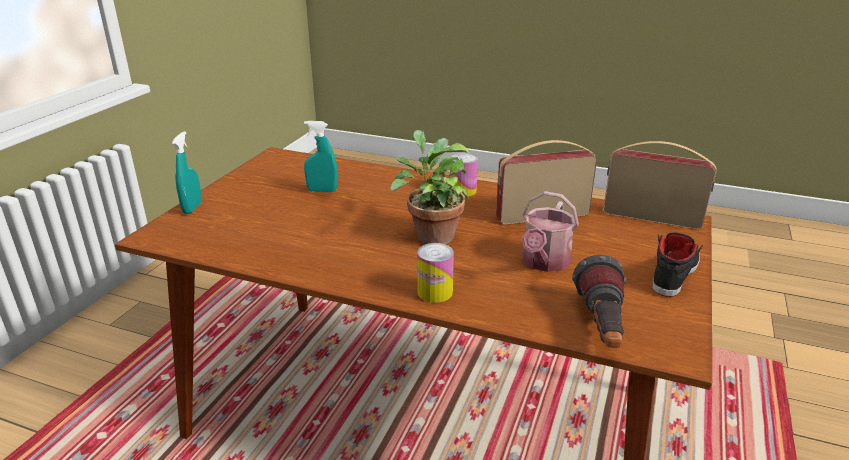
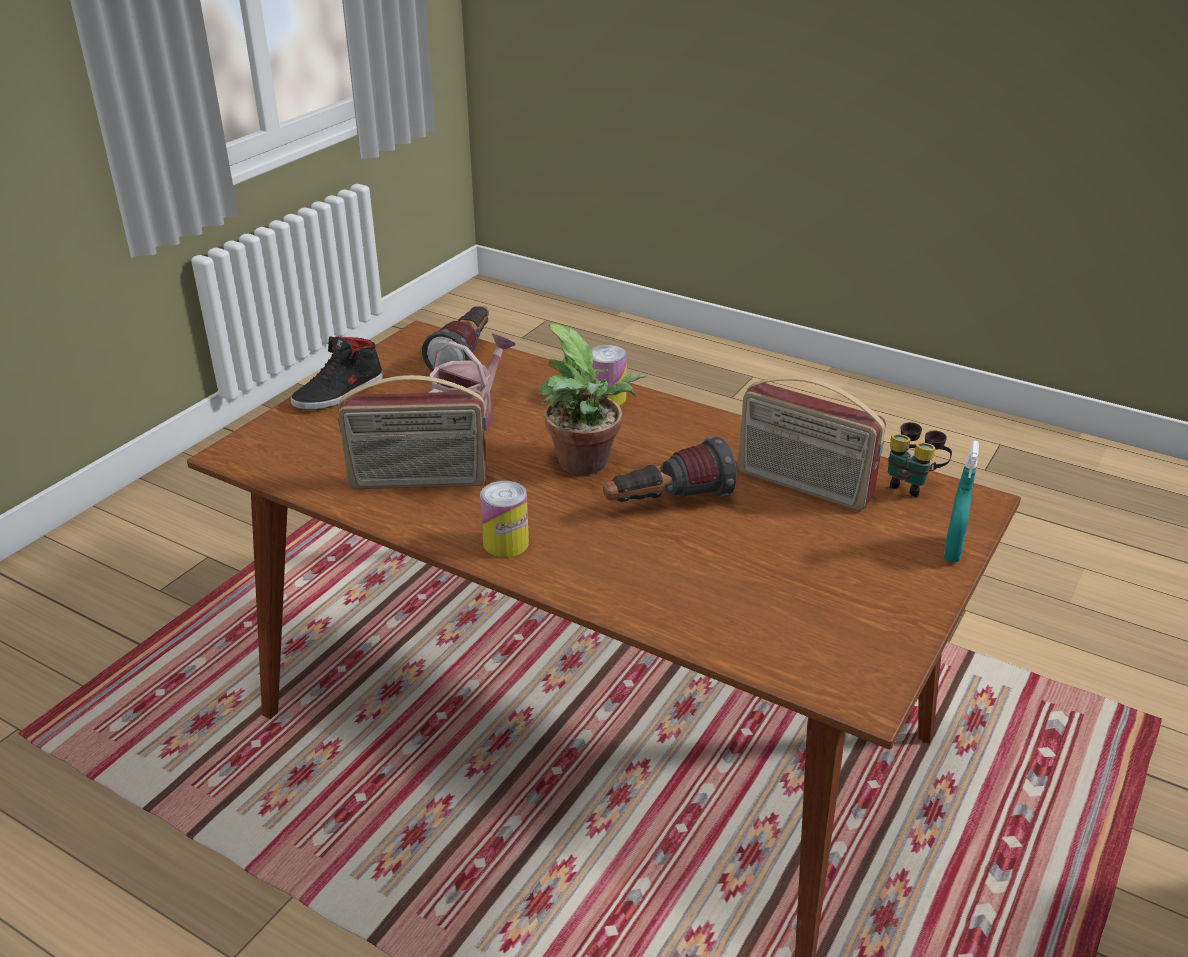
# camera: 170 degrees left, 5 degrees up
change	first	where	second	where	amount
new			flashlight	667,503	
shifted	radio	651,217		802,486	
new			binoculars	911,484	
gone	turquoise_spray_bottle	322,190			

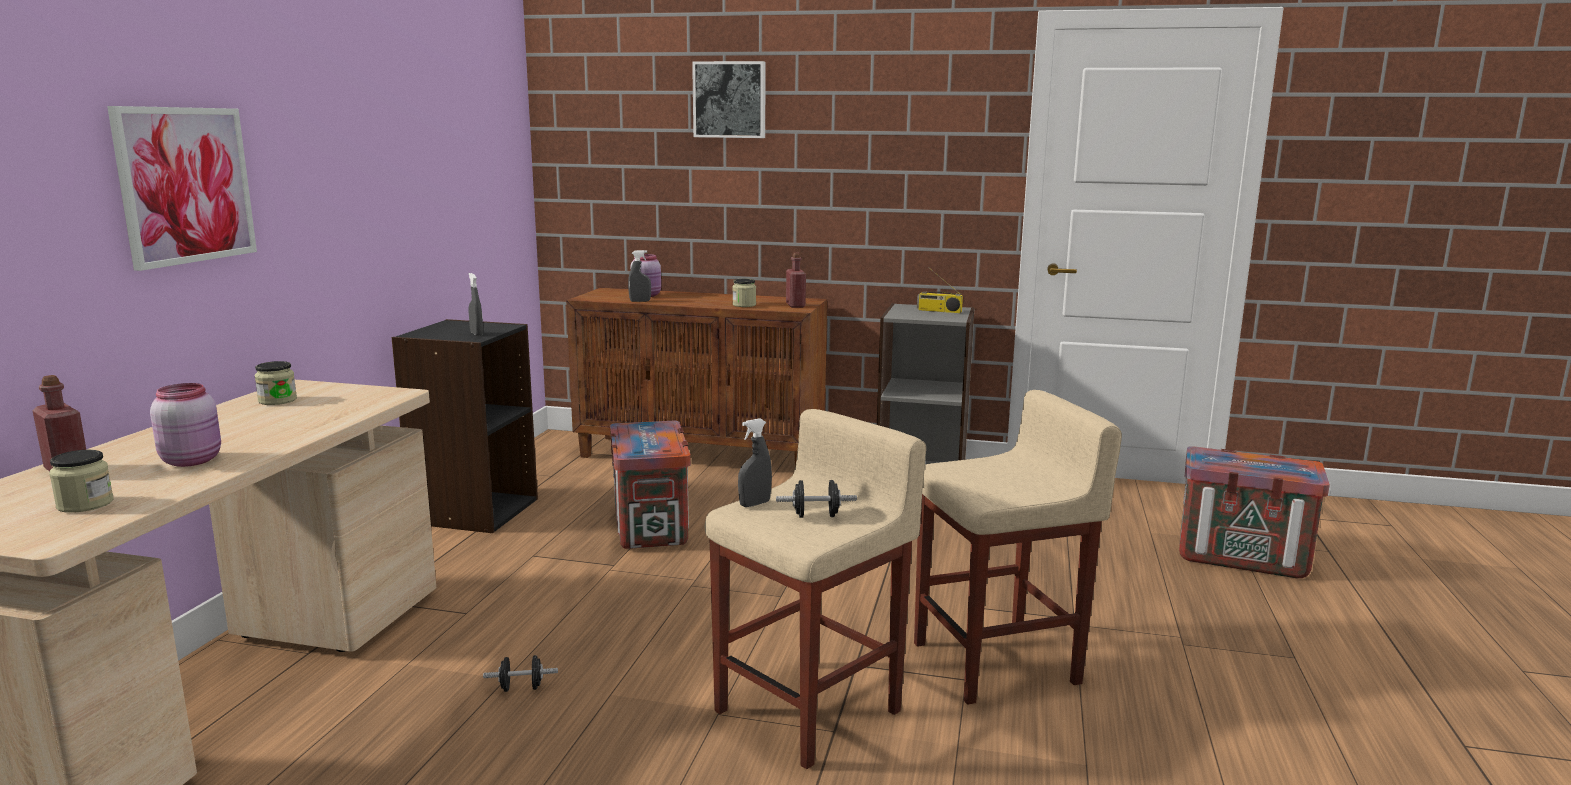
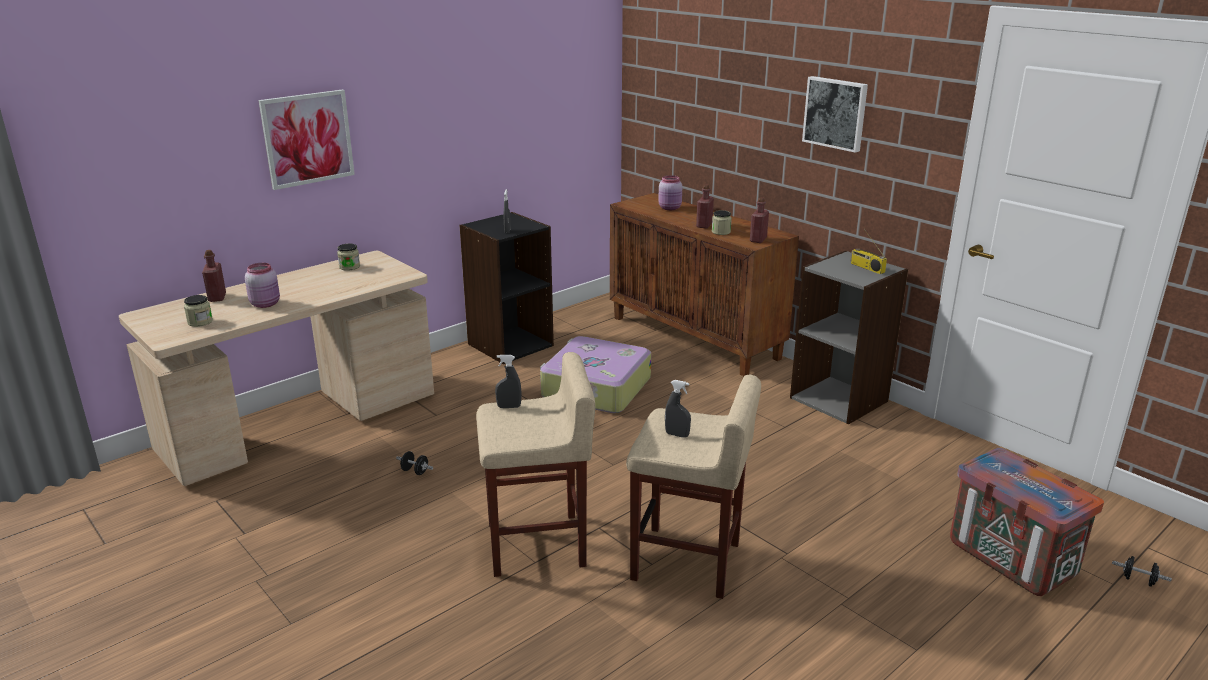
# camera: 35 degrees right, 10 degrees up
change	first	where	second	where	amount
swapped	crate	651,528	suitcase	595,388	
shifted	grey_spray_bottle	640,301		677,435	
new			red_bottle	704,225	
shifted	picture	730,100		836,113	
shifted	black_dumbbell	816,516		1138,580	

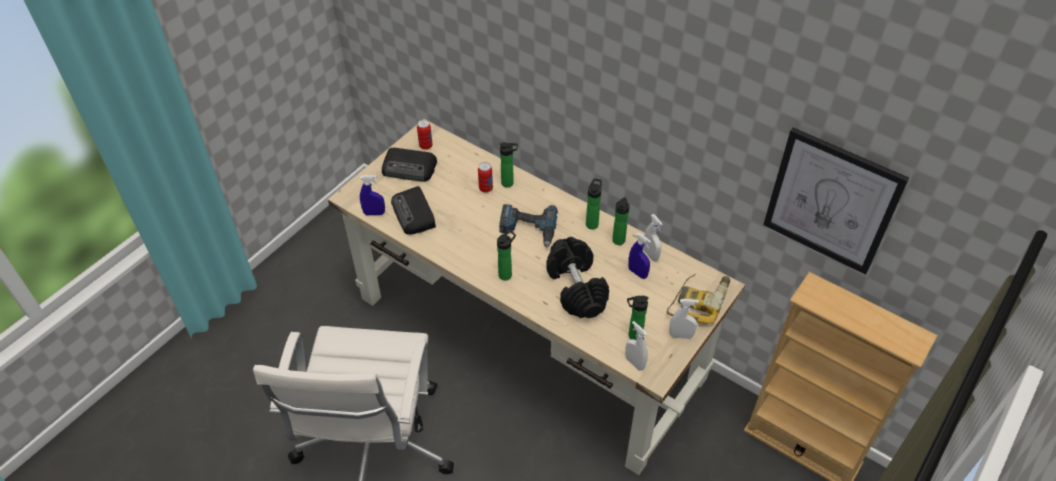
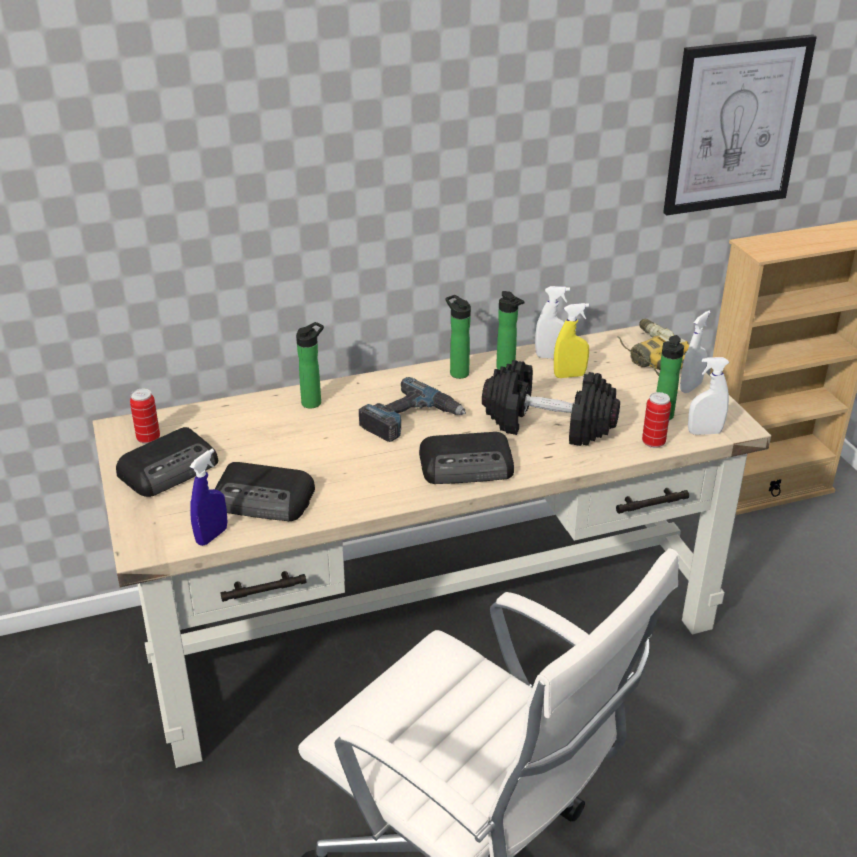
# camera: 55 degrees left, 15 degrees down
change	first	where	second	where	amount
swapped	bottle	507,274	radio	468,466	
repainted	blue_spray_bottle	637,273	yellow_spray_bottle	569,375	
shifted	can	486,188		653,442	

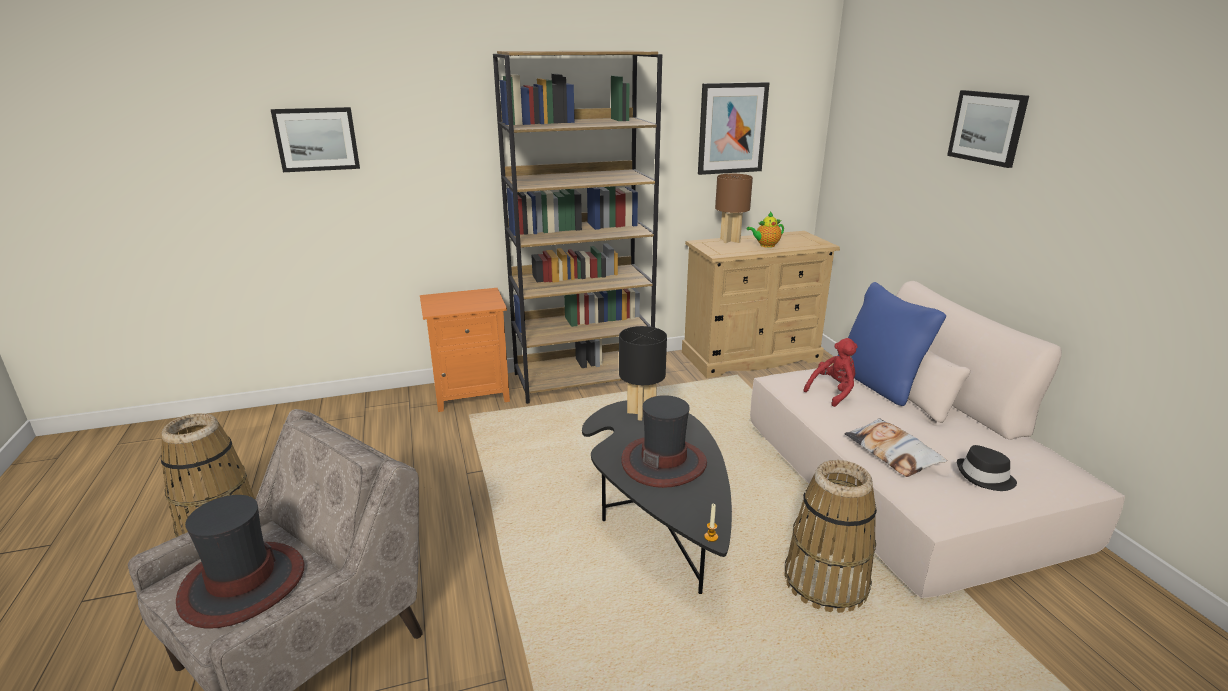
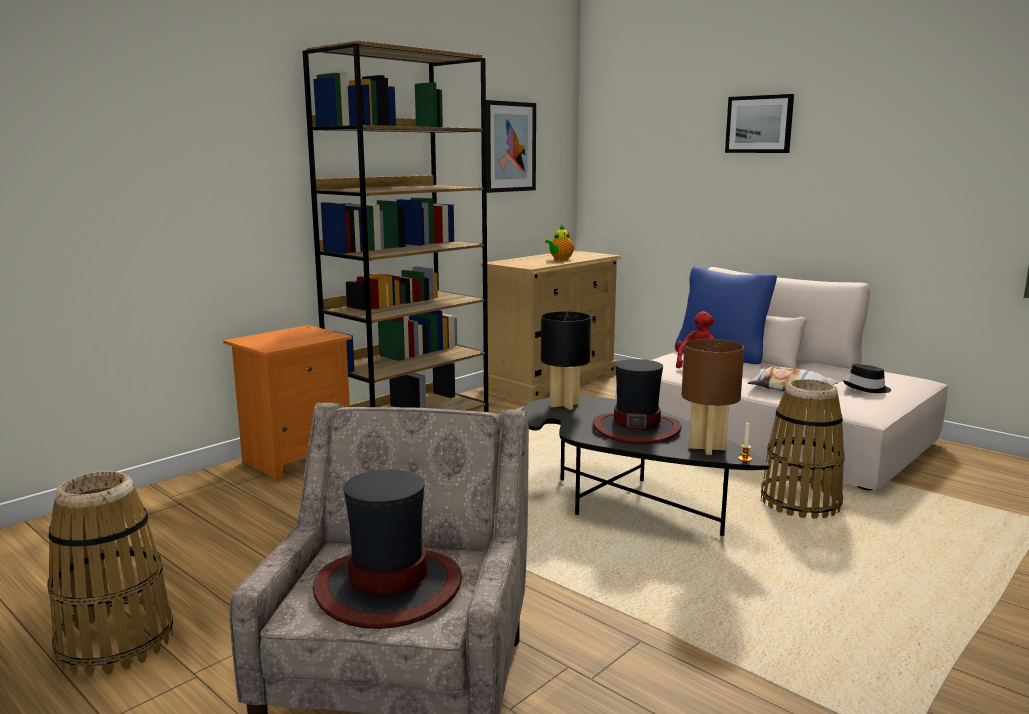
# camera: 30 degrees left, 10 degrees down
change	first	where	second	where	amount
shifted	brown_table_lamp	730,240		708,448	
gone	picture	317,139			

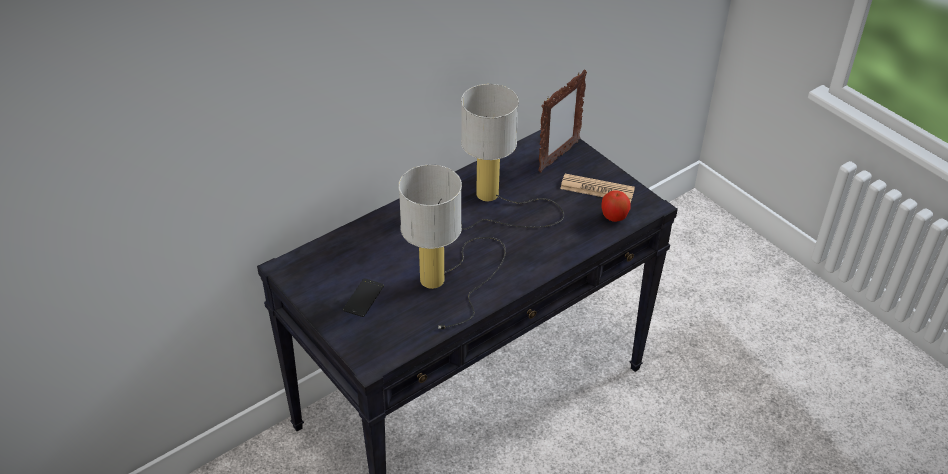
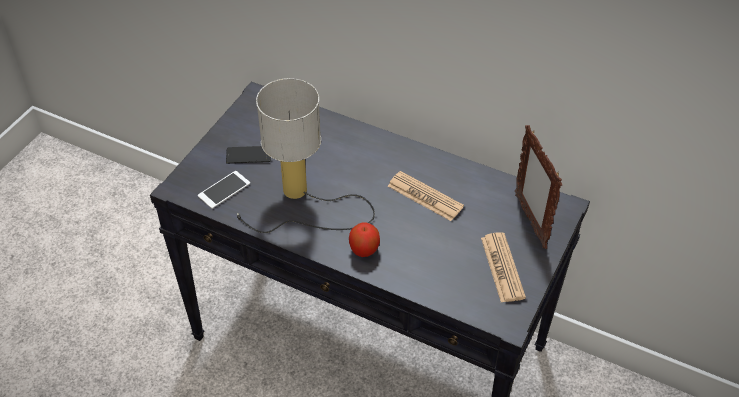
# camera: 65 degrees right, 5 degrees up
change	first	where	second	where	amount
new			phone	224,190	
shifted	apple	614,217		364,250	
swapped	table_lamp	495,203	newspaper	425,196	
rotated	picture_frame	558,157		530,220	60 degrees clockwise

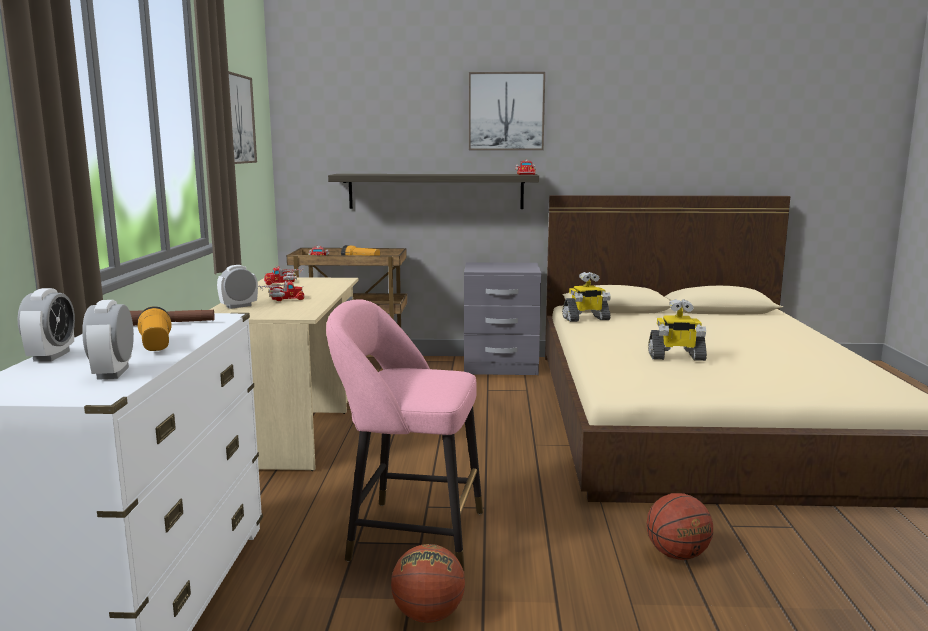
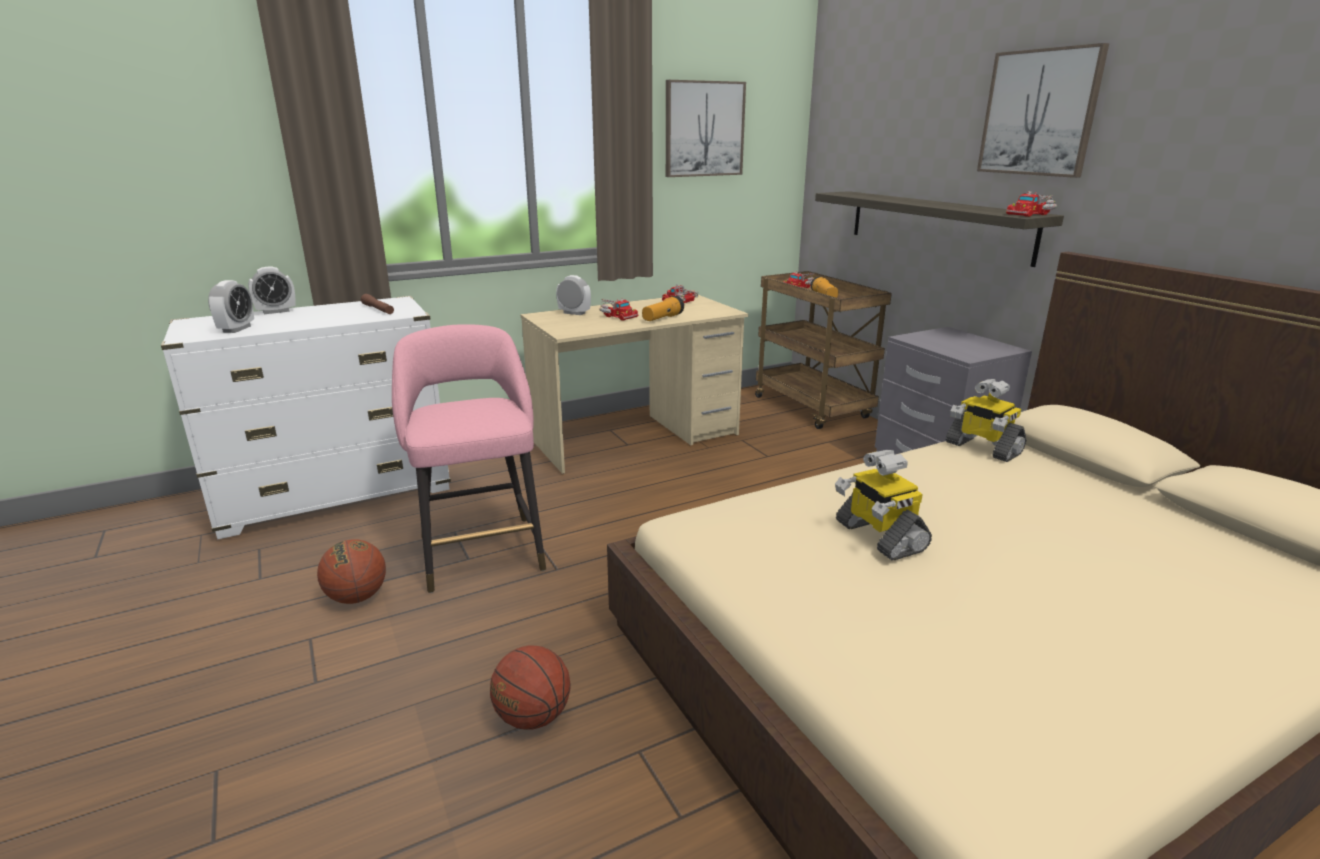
# camera: 60 degrees right, 10 degrees up
change	first	where	second	where	amount
rotated	alarm_clock	113,373		237,329	135 degrees clockwise
shifted	flashlight	156,345		662,318	

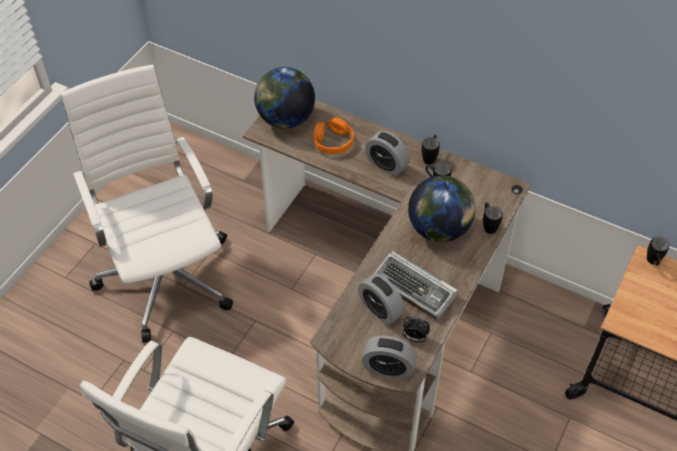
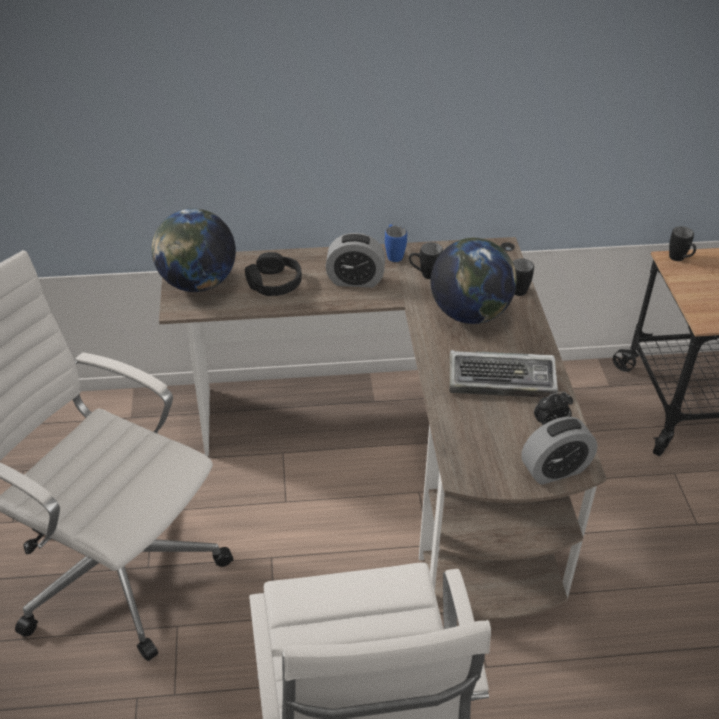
# camera: 35 degrees left, 10 degrees down
change	first	where	second	where	amount
repainted	orange_headphones	333,142	black_headphones	274,283	
repainted	black_mug	430,157	blue_mug	393,254	
gone	alarm_clock	380,310			

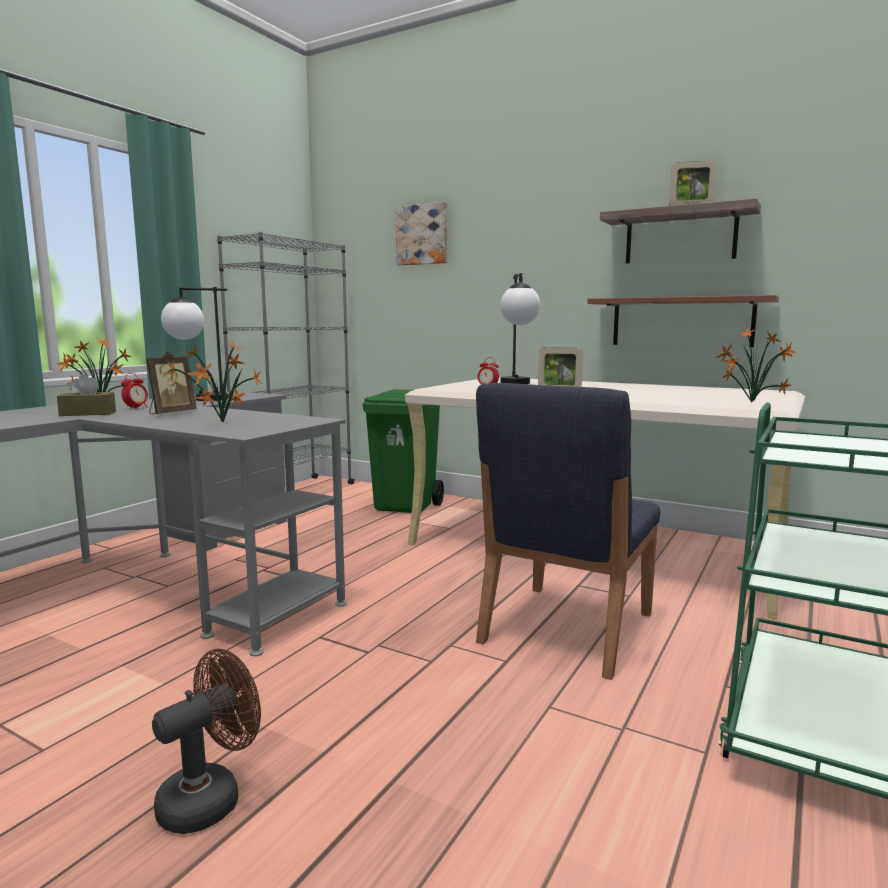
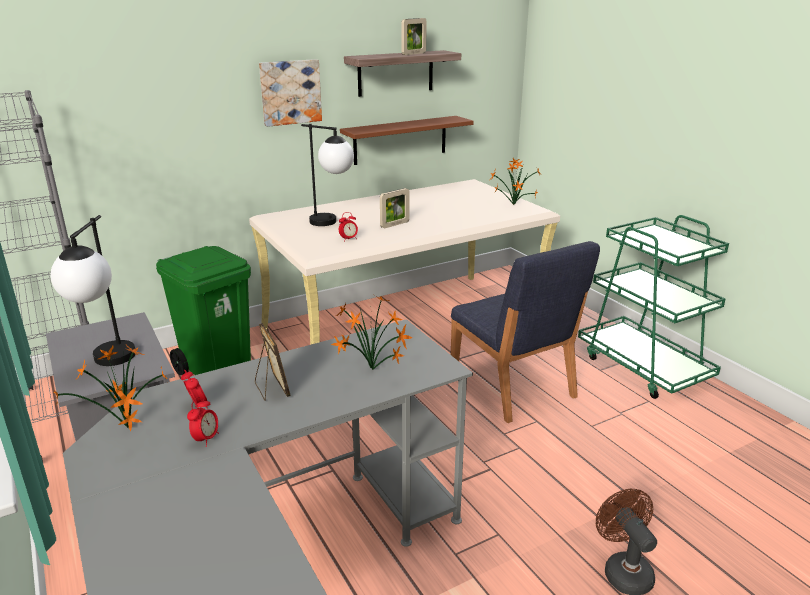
# camera: 60 degrees left, 15 degrees up
change	first	where	second	where	amount
swapped	brown_tissue_box	88,413	alarm_clock	206,439	
shifted	picture	423,235		290,92	

